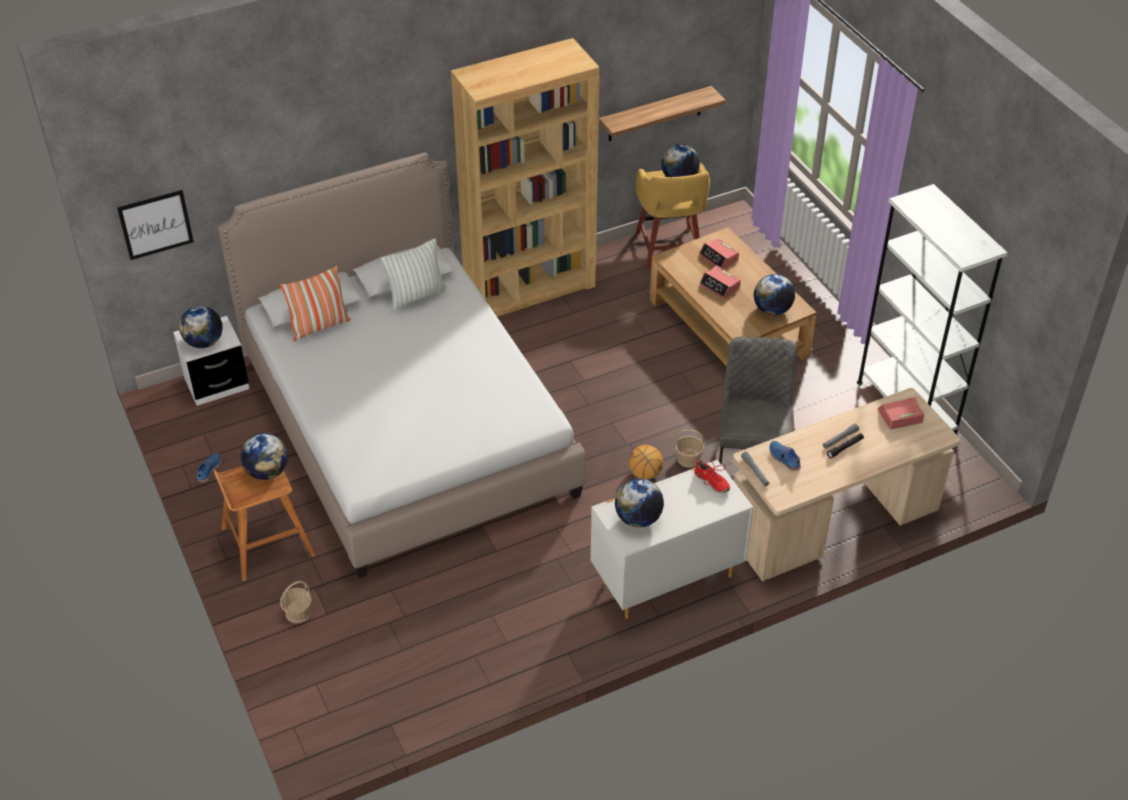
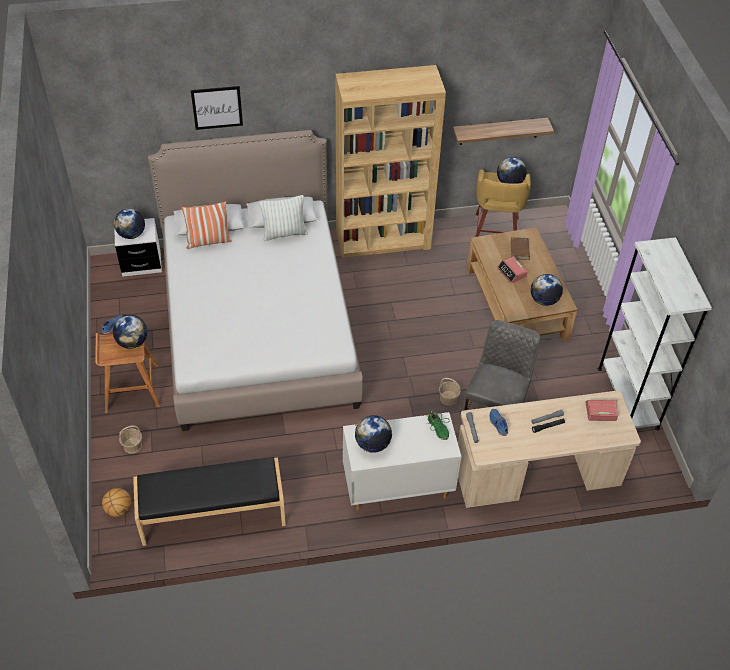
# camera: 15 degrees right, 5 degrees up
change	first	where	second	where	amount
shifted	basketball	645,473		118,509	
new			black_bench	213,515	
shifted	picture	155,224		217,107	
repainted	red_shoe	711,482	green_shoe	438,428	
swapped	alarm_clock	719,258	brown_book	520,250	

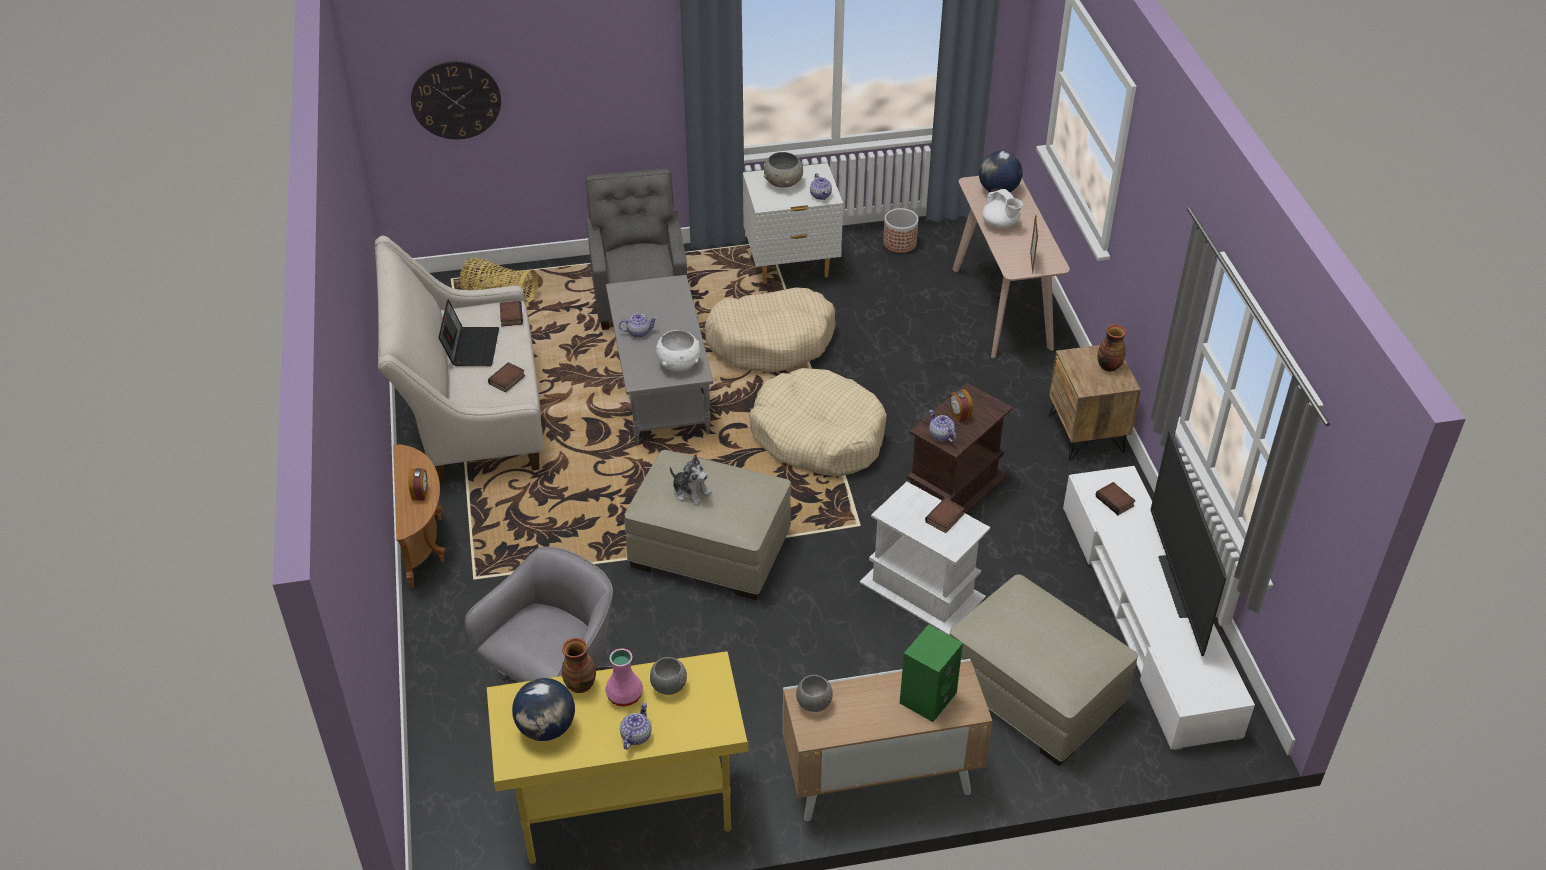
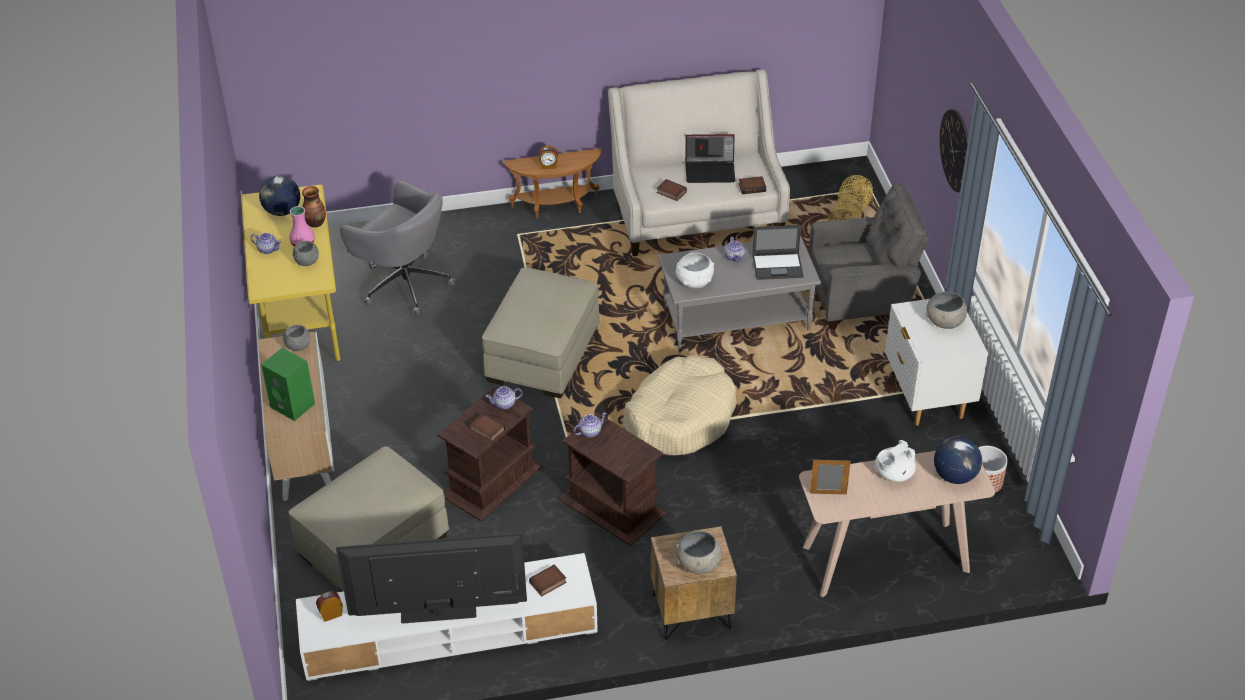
# camera: 90 degrees right, 0 degrees up
change	first	where	second	where	amount
shifted	alarm_clock	959,415		331,614	
repainted	white_side_table	921,589	brown_side_table	492,480	
shifted	teapot	821,195		504,404	
swapped	vase	1108,366	grey_bowl	698,564	
new			laptop	778,266	
shifted	wall_clock	456,100		956,150	
gone	plush_toy	691,492			
gone	beige_dog_bed	771,341			

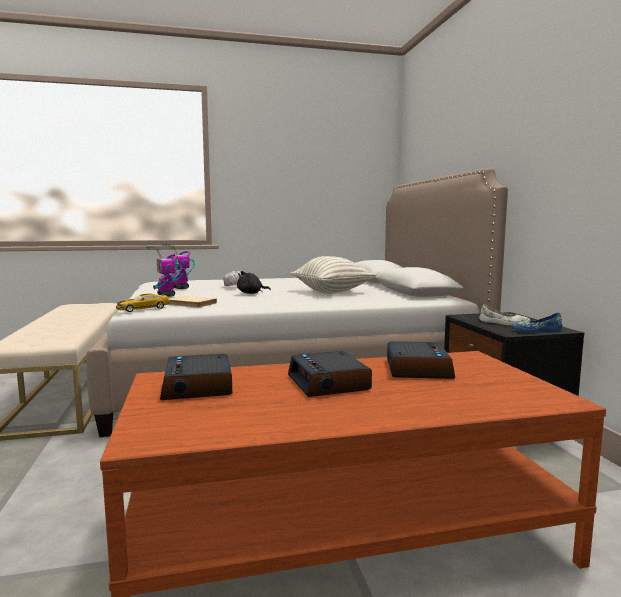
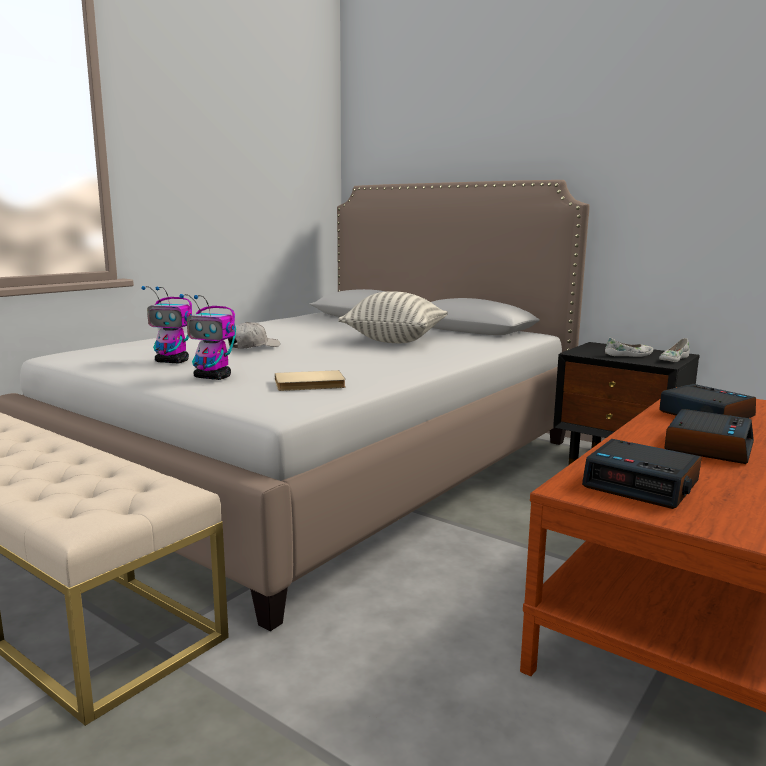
# camera: 40 degrees left, 5 degrees up
change	first	where	second	where	amount
repainted	blue_shoe	535,331	white_shoe	673,359	
rotated	alarm_clock	329,383		707,446	90 degrees counterclockwise
gone	toy_car	143,309			
gone	black_plush_toy	251,293			

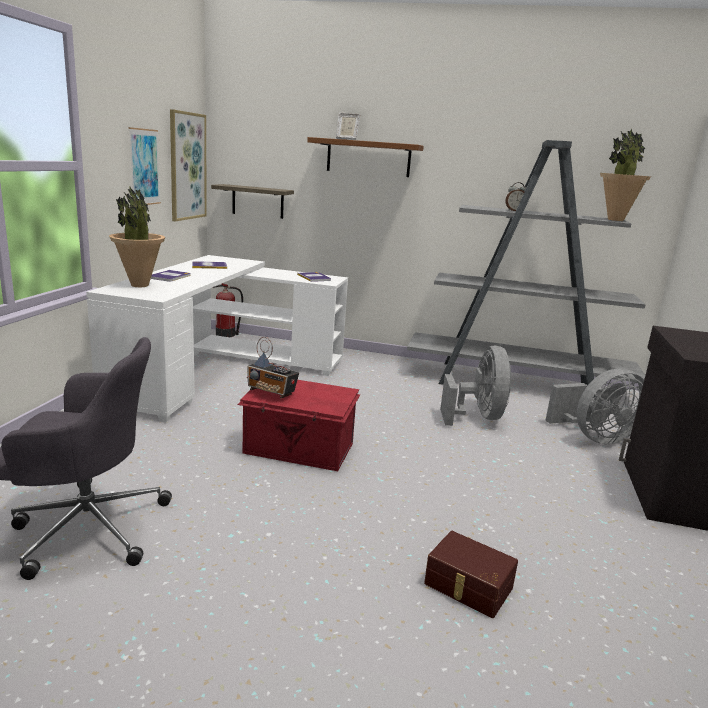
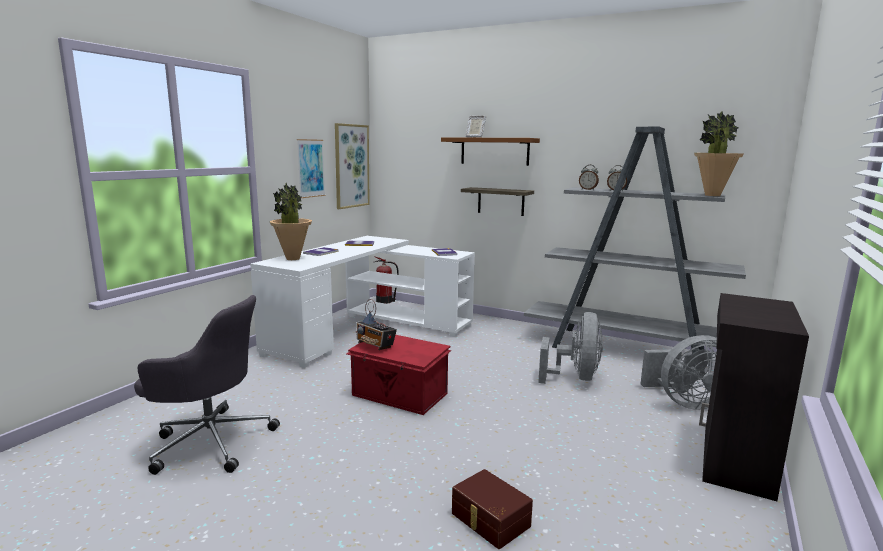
# camera: 15 degrees right, 5 degrees down
change	first	where	second	where	amount
shifted	shelf	258,201		501,201	
new			alarm_clock	588,189	

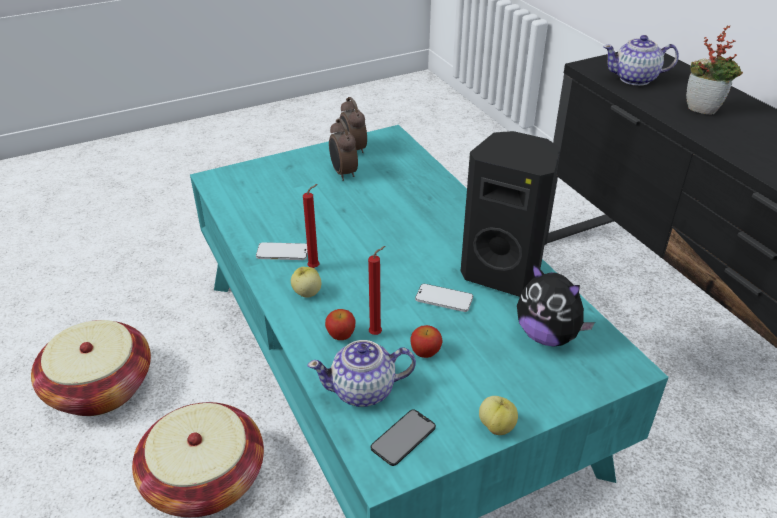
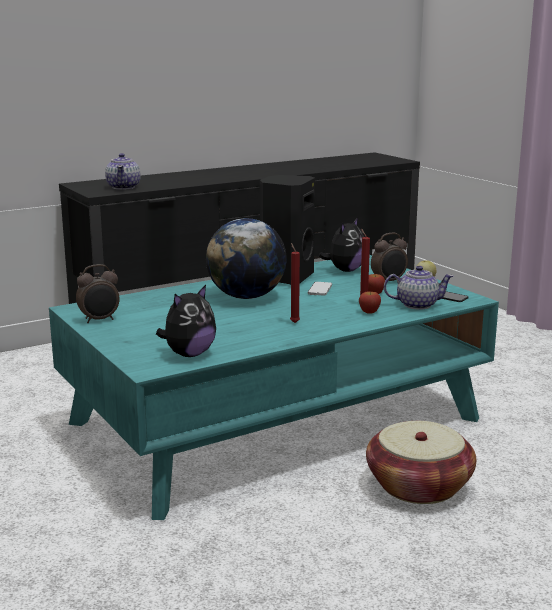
# camera: 95 degrees left, 20 degrees down
change	first	where	second	where	amount
new			plush_toy	189,354	
new			globe	246,297	
shifted	alarm_clock	343,173		389,282	
rotated	teapot	364,390		416,305	75 degrees counterclockwise
gone	basket	100,388			
gone	phone	282,253			
gone	apple	307,293			
gone	potted_plant	704,109			

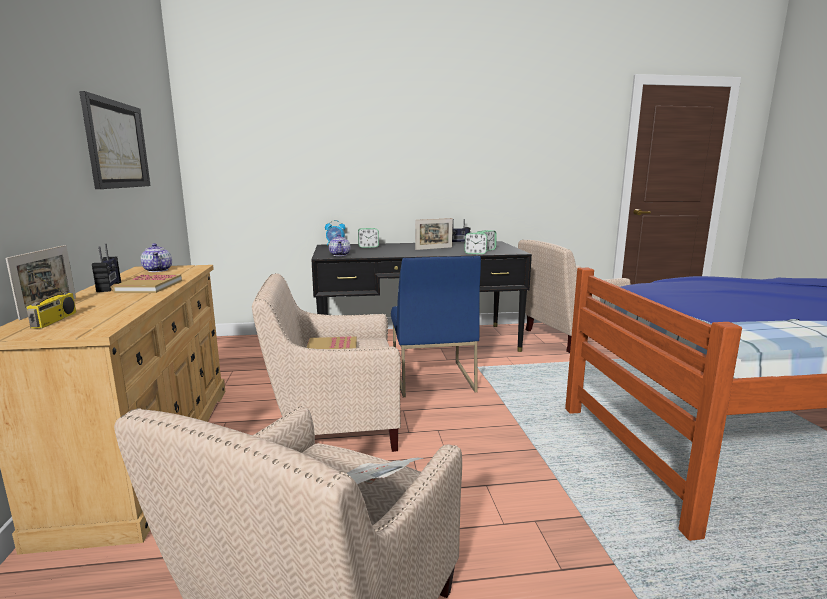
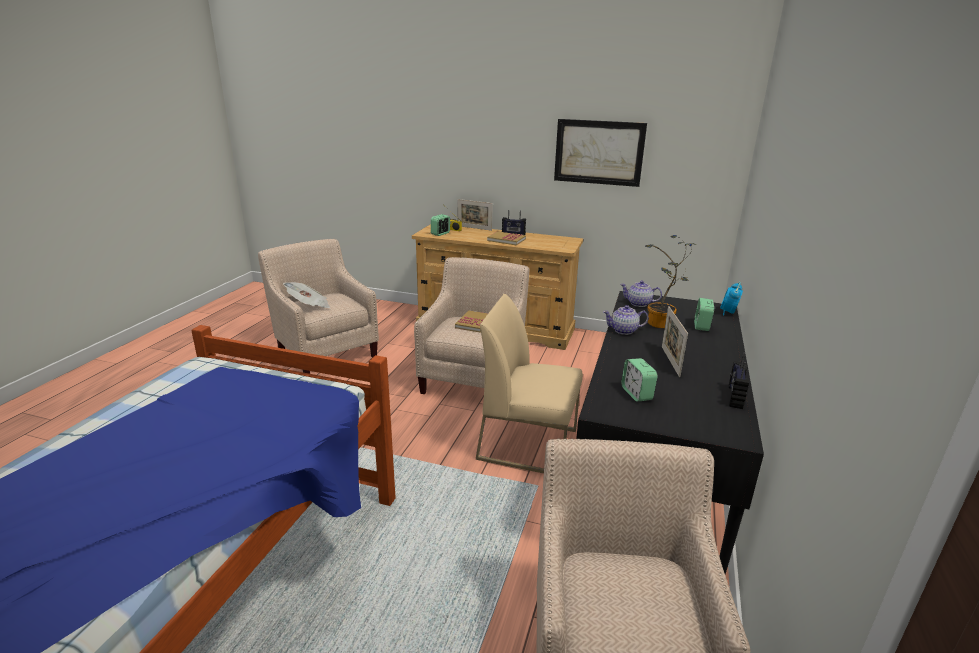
# camera: 115 degrees right, 10 degrees up
change	first	where	second	where	amount
shifted	alarm_clock	475,253		440,234	
repainted	blue_chair	431,378	beige_chair	528,444	
shifted	teapot	158,270		624,330	
new			potted_plant	661,325	

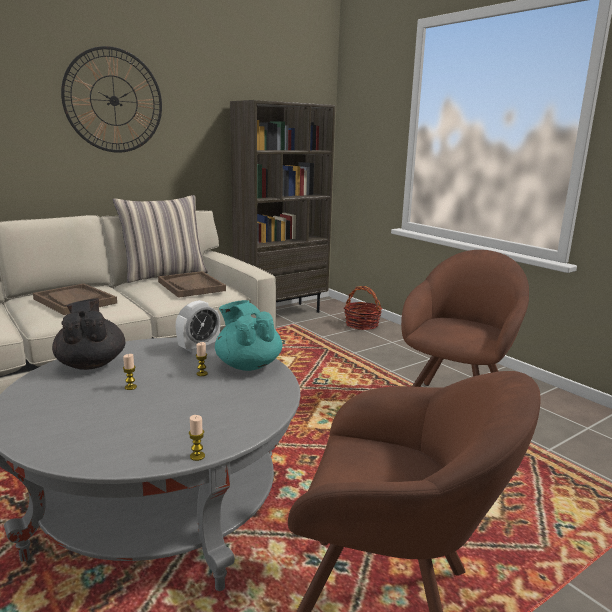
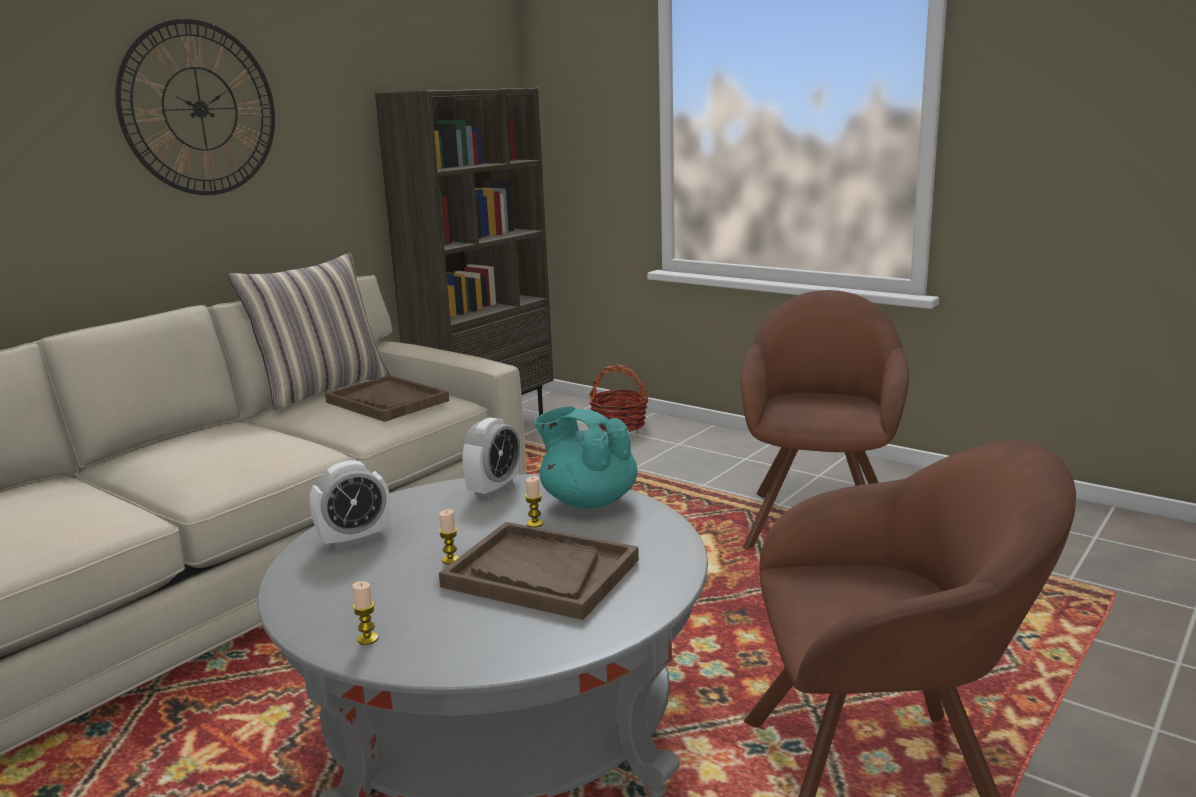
# camera: 15 degrees left, 0 degrees up
change	first	where	second	where	amount
swapped	black_teapot	91,364	alarm_clock	355,539	
shifted	candle	197,456		367,639	
shifted	brown_tray	74,301		540,573	

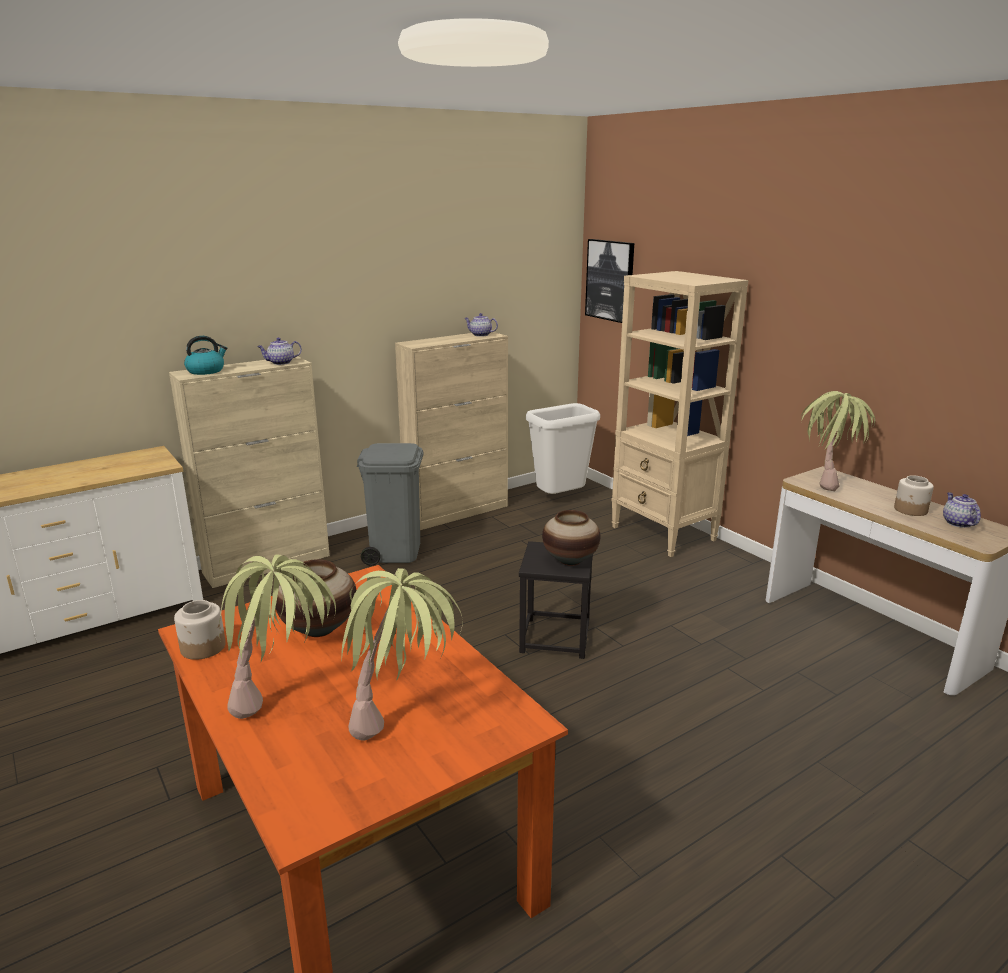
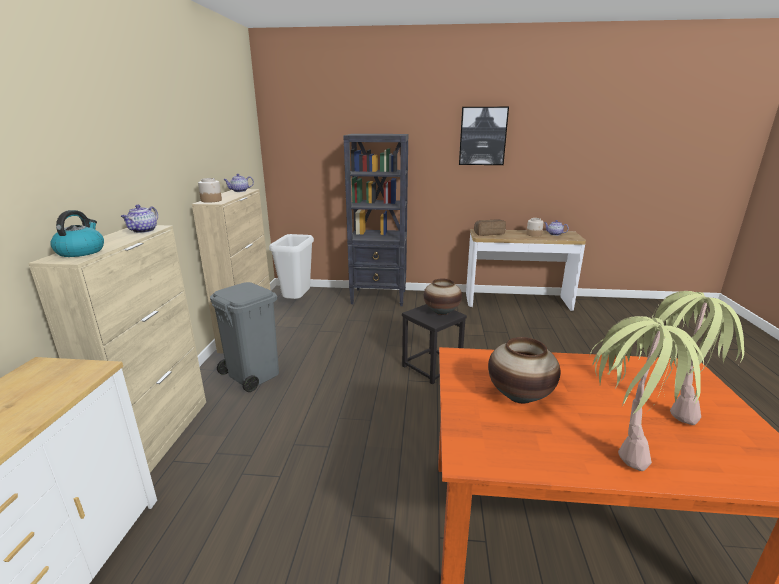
# camera: 50 degrees left, 0 degrees up
change	first	where	second	where	amount
shifted	jar	203,647		211,200	
repainted	beige_bookcase	664,534	black_bookcase	379,297	
shifted	picture	610,280		482,136	
swapped	potted_plant	828,482	bread	488,233	

